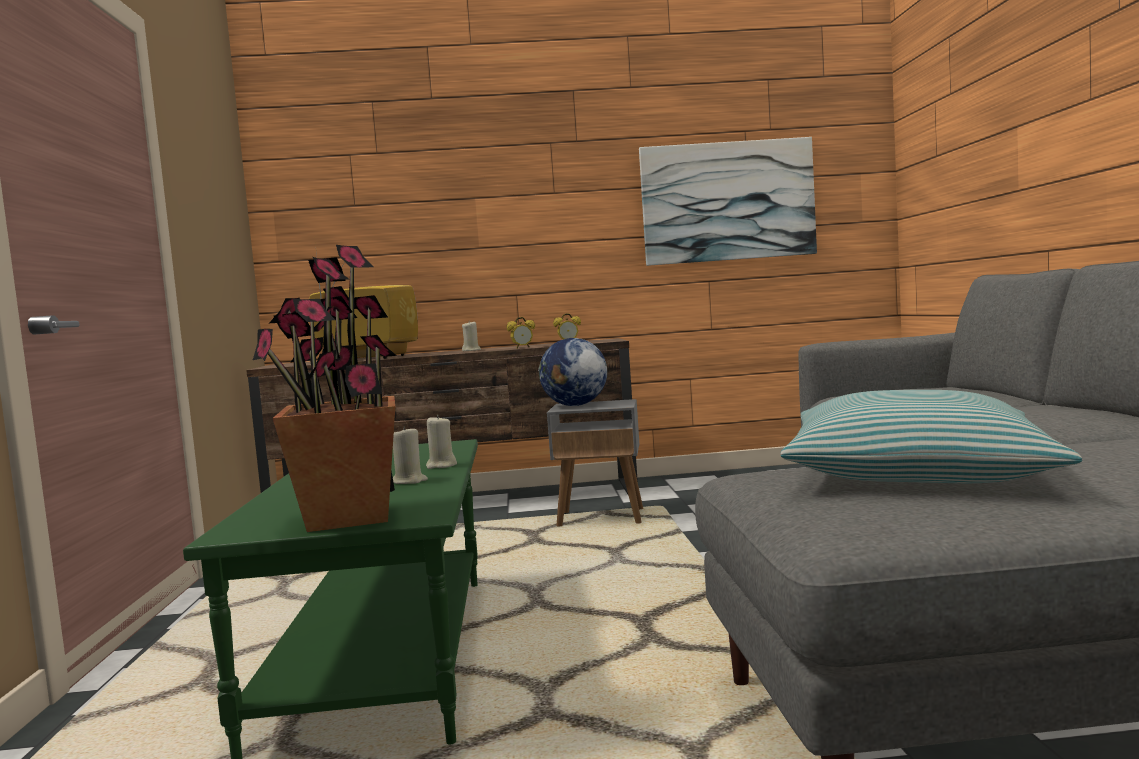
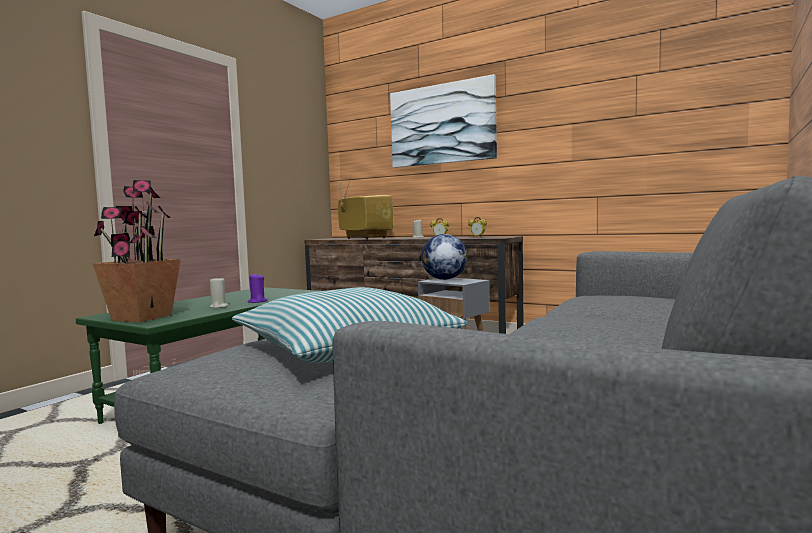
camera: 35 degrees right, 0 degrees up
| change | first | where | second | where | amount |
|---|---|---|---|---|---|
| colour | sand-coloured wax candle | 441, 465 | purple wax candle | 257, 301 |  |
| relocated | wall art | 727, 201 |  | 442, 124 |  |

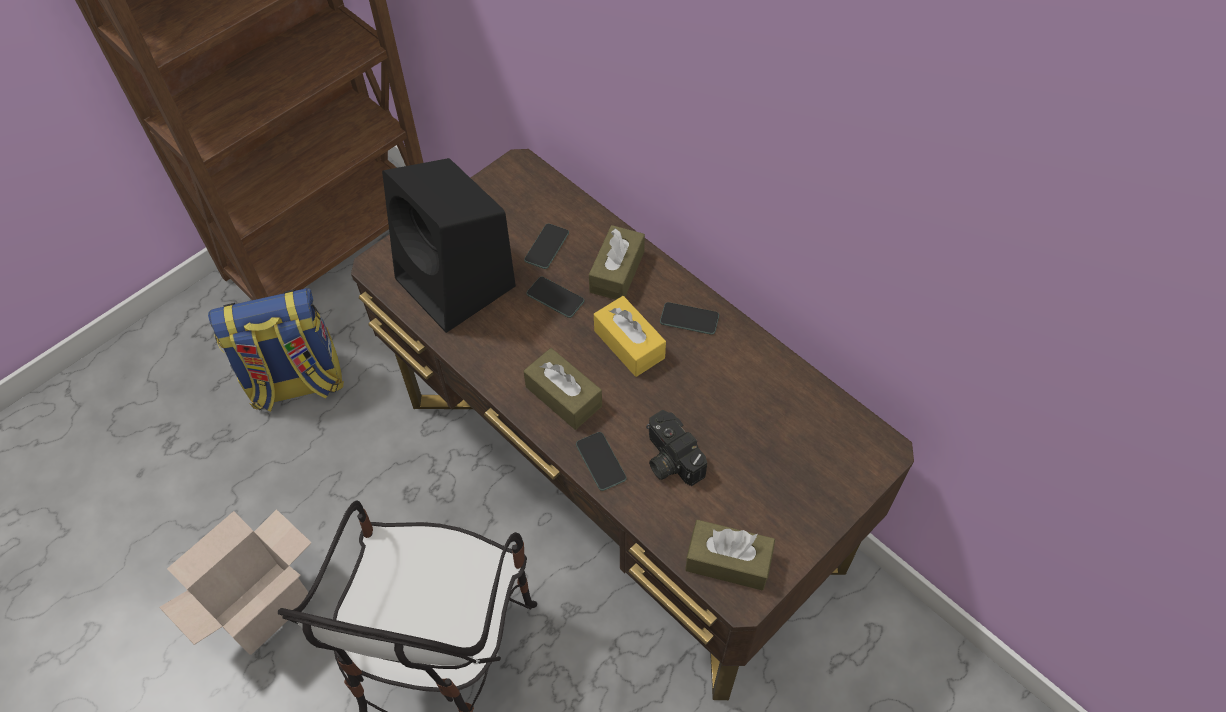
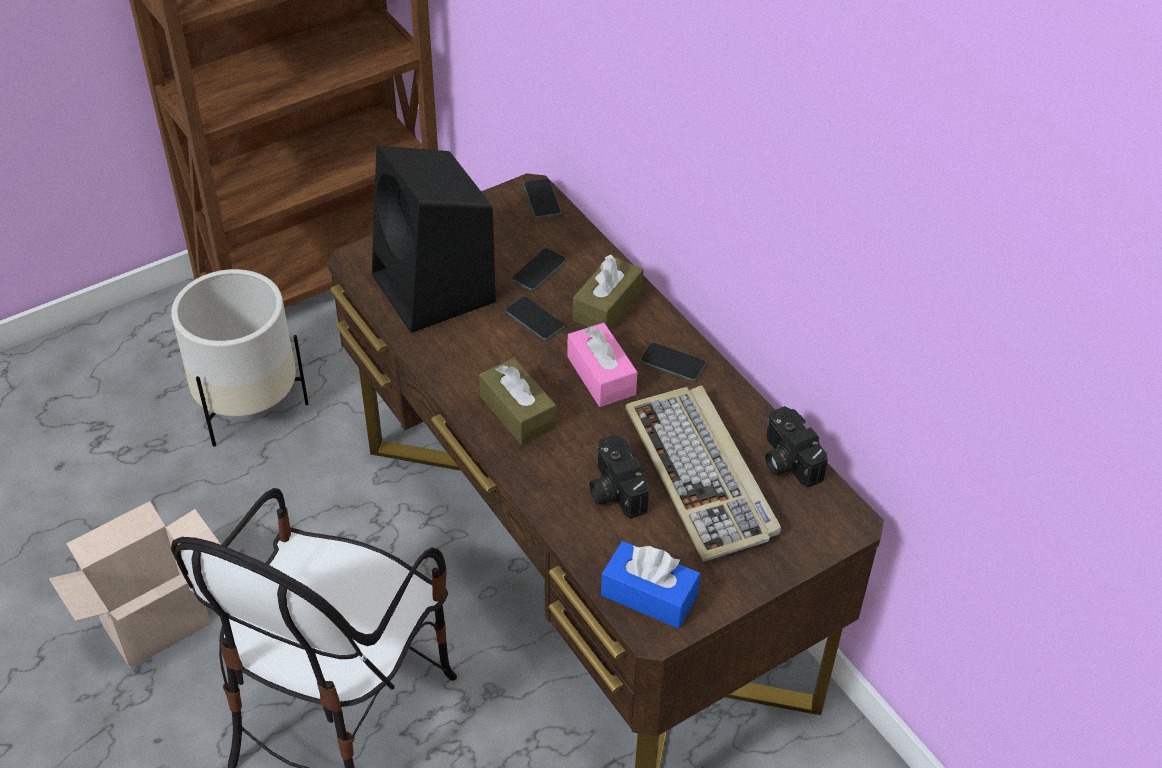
camera: 10 degrees right, 10 degrees down
| change | first | where | second | where | amount |
|---|---|---|---|---|---|
| exchanged | backpack | 296, 383 | whitish flower pot | 248, 406 |  |
| relocated | telephone | 600, 461 |  | 542, 199 |  |
| colour | yellow tissue box | 629, 344 | pinkish tissue box | 601, 375 |  |
| colour | brownish tissue box | 728, 561 | bluish tissue box | 649, 595 |  |
| appeared |  |  | computer keyboard | 702, 475 |  |
| appeared |  |  | still camera | 786, 460 |  |

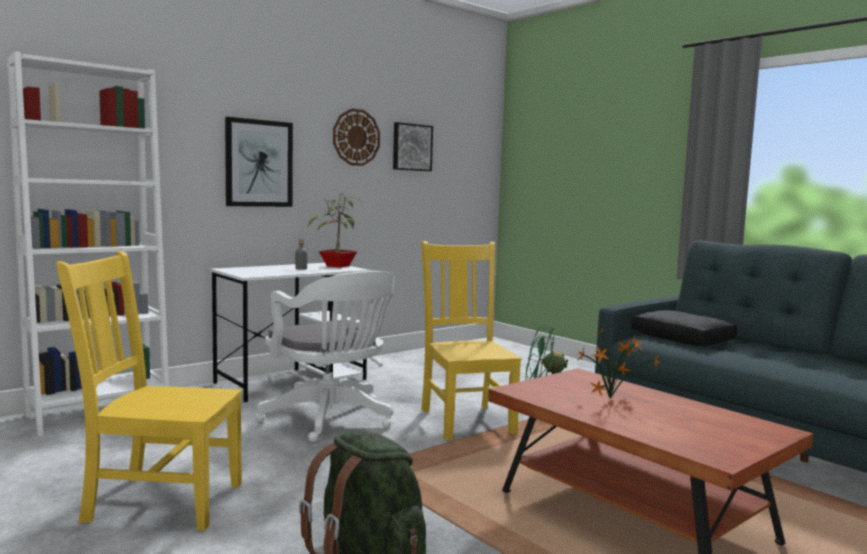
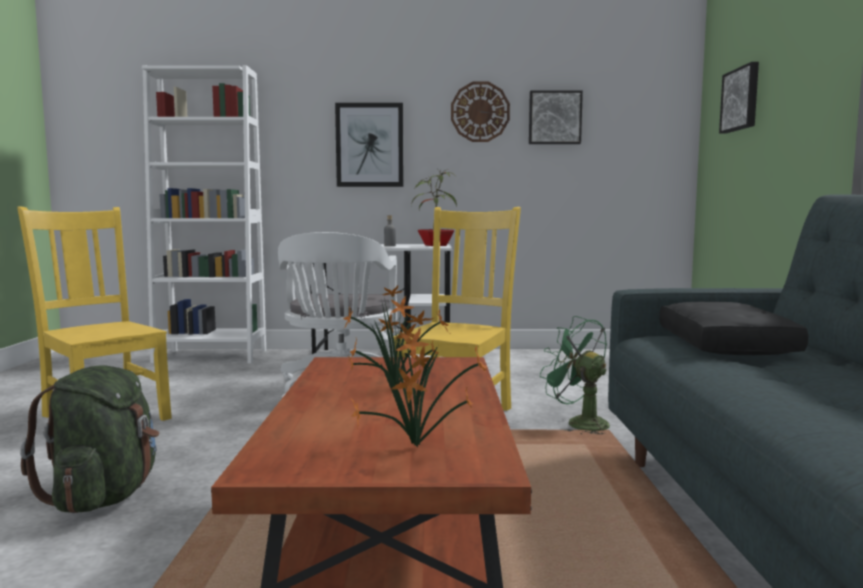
camera: 40 degrees right, 0 degrees up
| change | first | where | second | where | amount |
|---|---|---|---|---|---|
| appeared |  |  | potted plant | 420, 448 |  |
| appeared |  |  | wall art | 741, 99 |  |

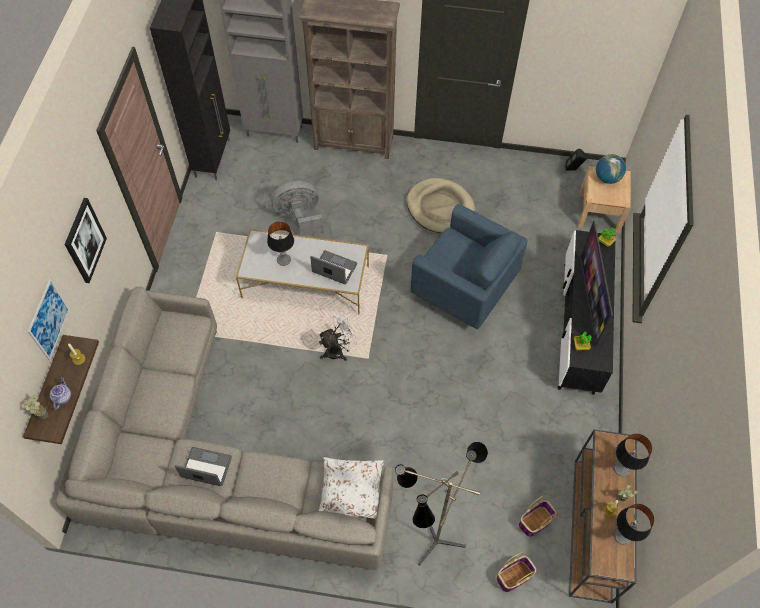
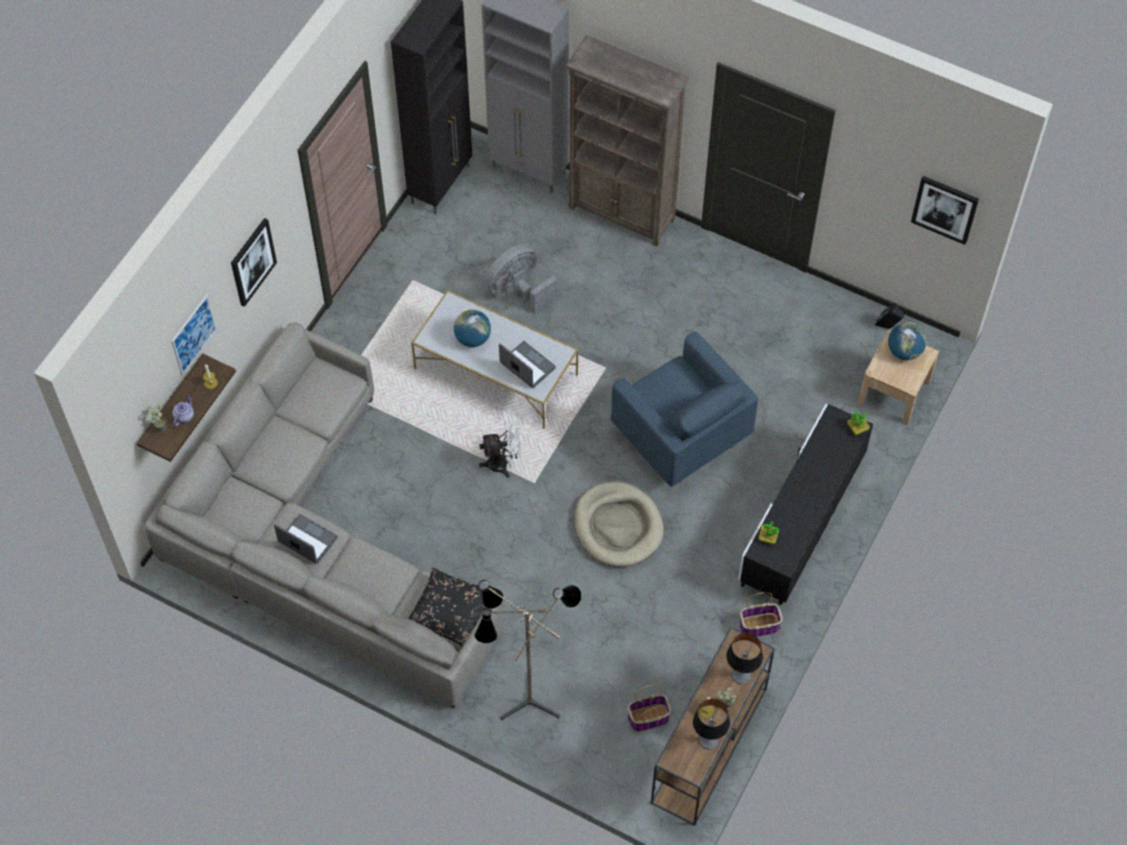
camera: 20 degrees right, 0 degrees up
| change | first | where | second | where | amount |
|---|---|---|---|---|---|
| colour | whitish cushion | 351, 491 | blackish cushion | 450, 612 |  |
| exchanged | lamp for a table | 283, 260 | desk globe | 473, 338 |  |
| spun | grey cooling fan | 299, 218 |  | 518, 291 | 45 degrees counterclockwise |
| relocated | sand-coloured pet bed | 440, 207 |  | 618, 526 |  |
| relocated | basket | 514, 576 |  | 759, 625 |  |
| appeared |  |  | wall art | 945, 209 |  |
| missing | television | 589, 301 |  |  |  |

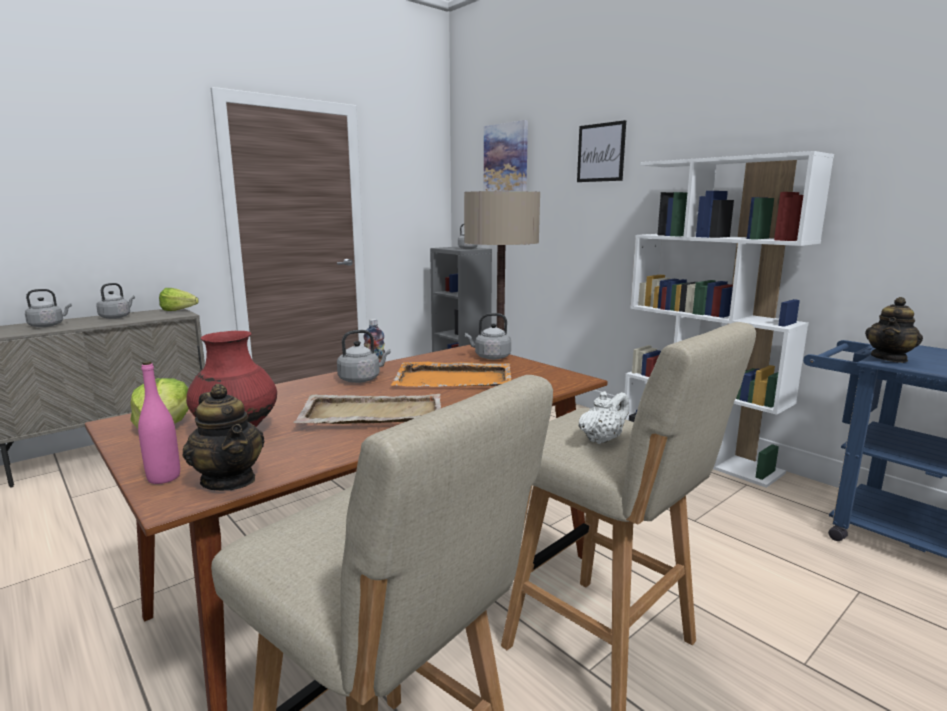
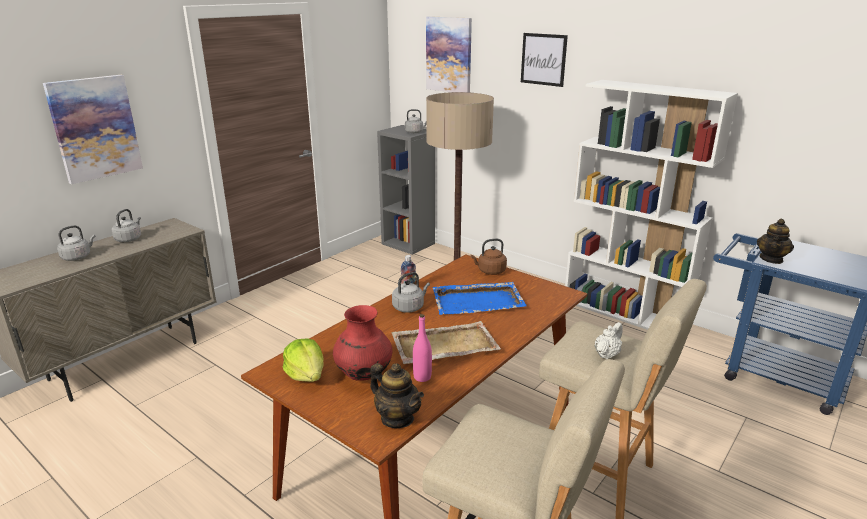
camera: 10 degrees left, 10 degrees up
| change | first | where | second | where | amount |
|---|---|---|---|---|---|
| appeared |  |  | wall art | 95, 128 |  |
| relocated | pinkish beverage bottle | 164, 477 |  | 422, 377 |  |
| colour | orangey tray | 454, 379 | bluish tray | 479, 301 |  |
| colour | grey water kettle | 490, 357 | brownish water kettle | 490, 271 |  |
| missing | head of lettuce | 181, 311 |  |  |  |

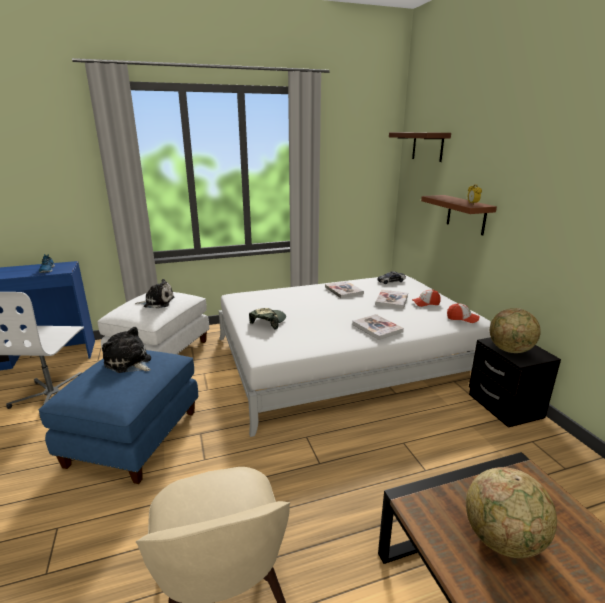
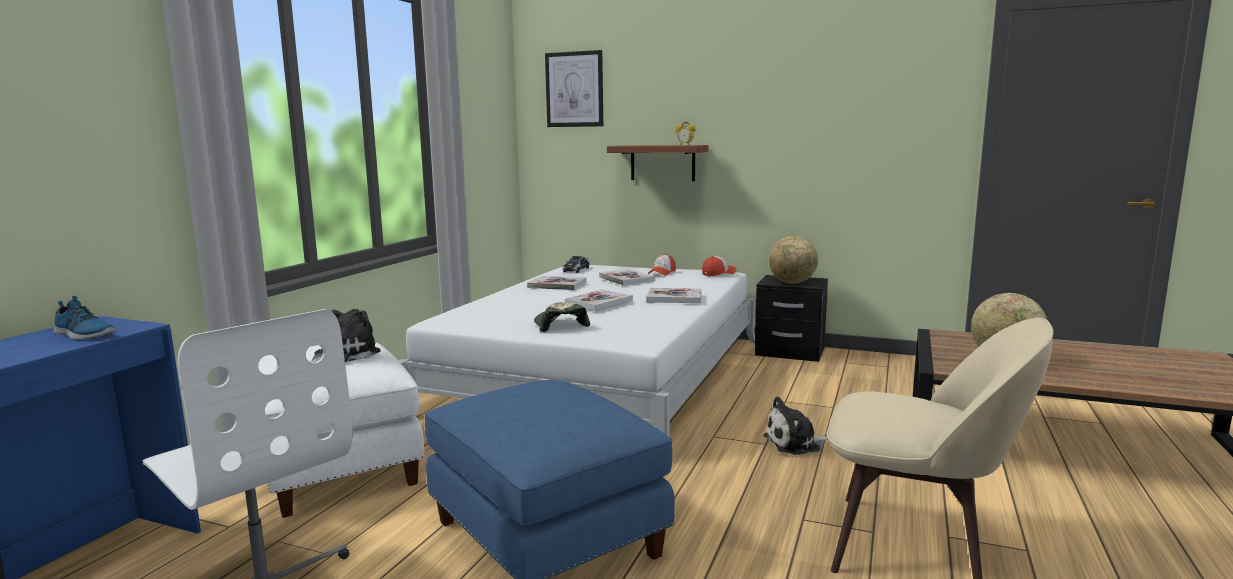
camera: 50 degrees left, 10 degrees down
| change | first | where | second | where | amount |
|---|---|---|---|---|---|
| exchanged | brownish bracket shelf | 427, 146 | wall art | 574, 89 |  |
| appeared |  |  | book | 599, 302 |  |
| relocated | plush toy | 129, 363 |  | 795, 443 |  |

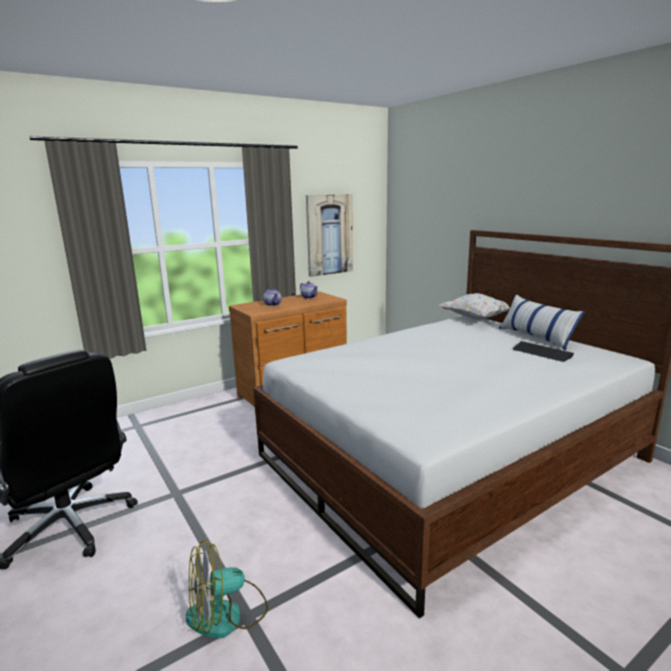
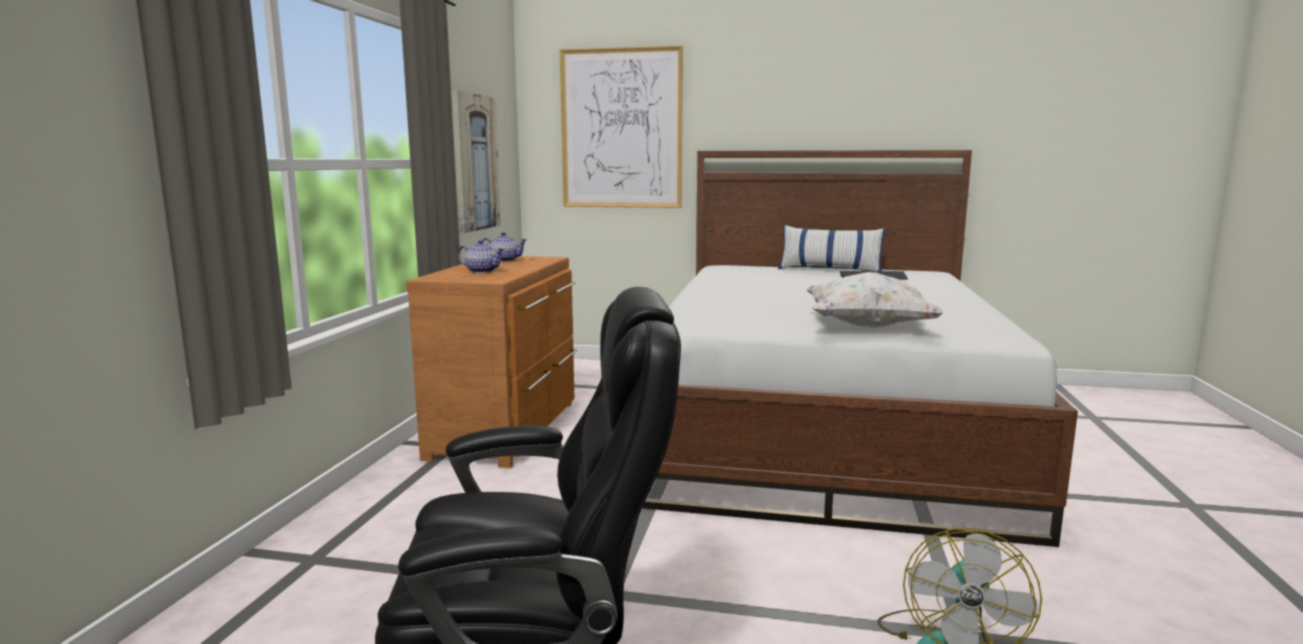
camera: 45 degrees left, 5 degrees down
| change | first | where | second | where | amount |
|---|---|---|---|---|---|
| appeared |  |  | wall art | 621, 129 |  |
| relocated | whitish cushion | 475, 318 |  | 867, 327 |  |

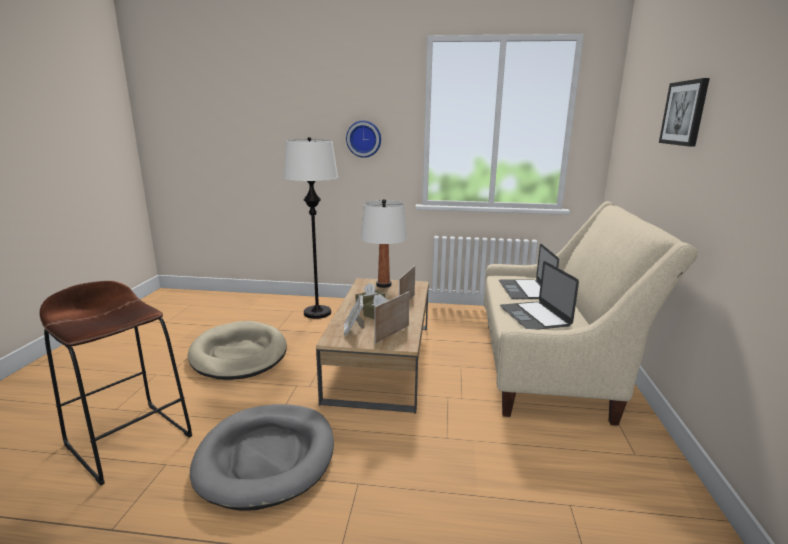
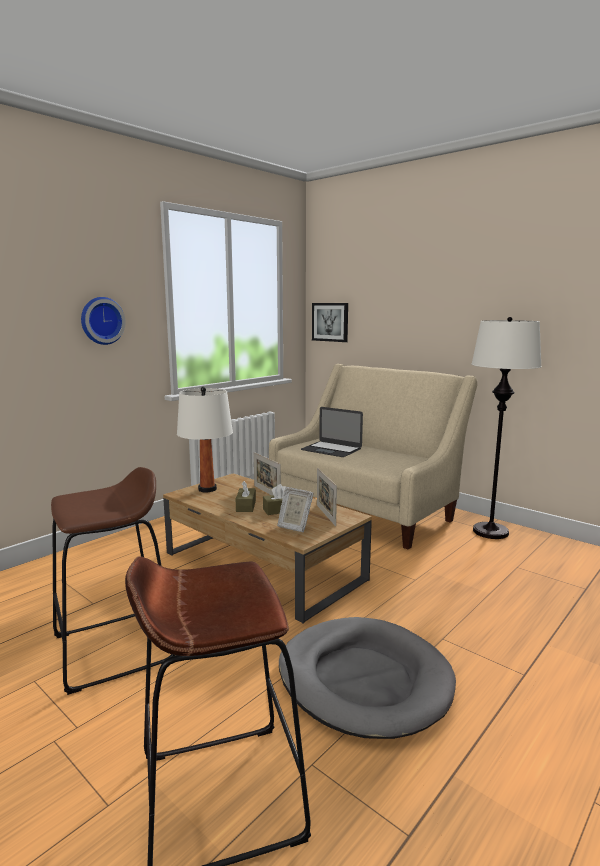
camera: 55 degrees left, 5 degrees down
| change | first | where | second | where | amount |
|---|---|---|---|---|---|
| exchanged | sand-coloured pet bed | 239, 354 | brownish stool seat | 114, 648 |  |
| relocated | wall art | 684, 113 |  | 330, 322 |  |
| relocated | whitish standard lamp | 317, 313 |  | 491, 532 |  |
| missing | notebook computer | 534, 316 |  |  |  |

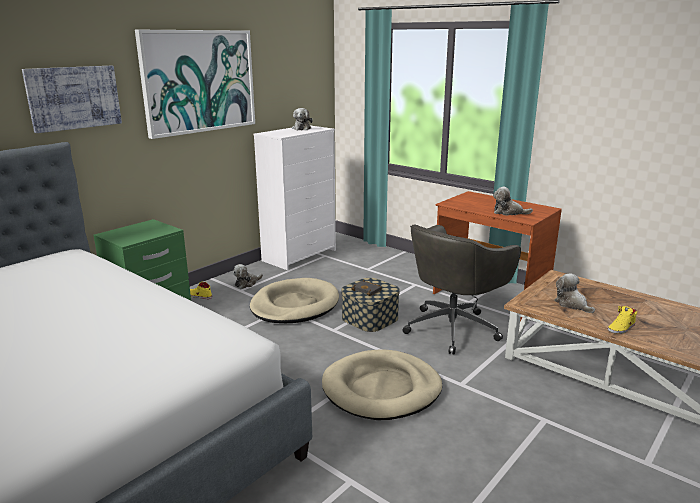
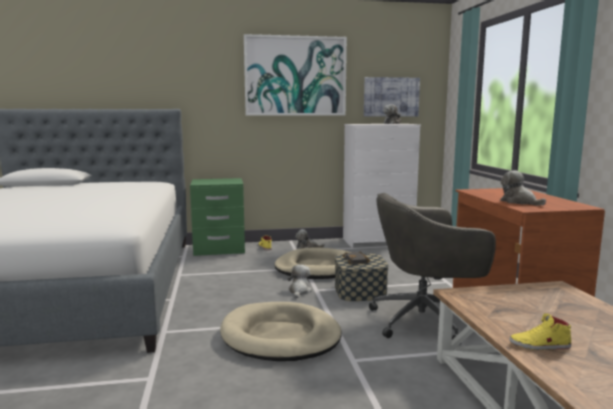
camera: 40 degrees right, 10 degrees down
| change | first | where | second | where | amount |
|---|---|---|---|---|---|
| relocated | plush toy | 572, 304 |  | 299, 291 |  |
| relocated | wall art | 74, 98 |  | 391, 97 |  |

